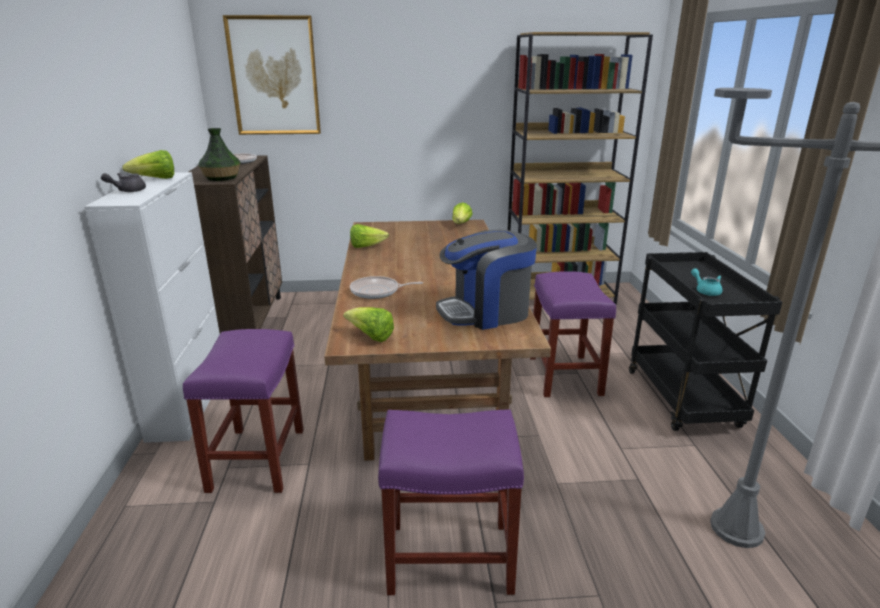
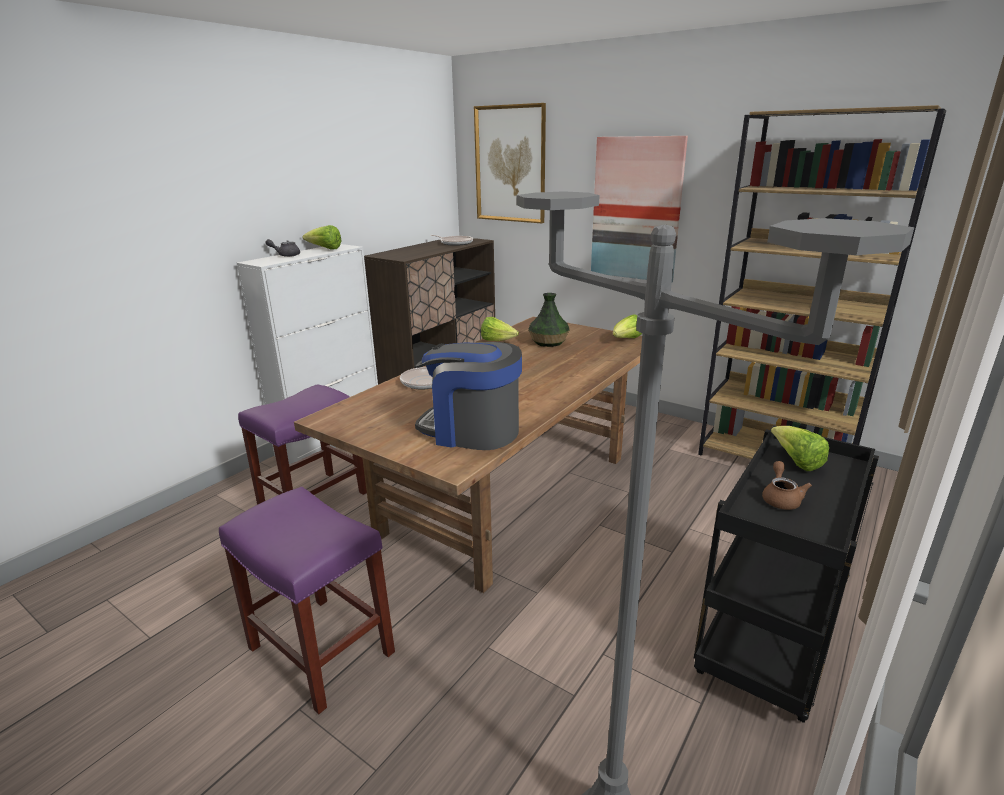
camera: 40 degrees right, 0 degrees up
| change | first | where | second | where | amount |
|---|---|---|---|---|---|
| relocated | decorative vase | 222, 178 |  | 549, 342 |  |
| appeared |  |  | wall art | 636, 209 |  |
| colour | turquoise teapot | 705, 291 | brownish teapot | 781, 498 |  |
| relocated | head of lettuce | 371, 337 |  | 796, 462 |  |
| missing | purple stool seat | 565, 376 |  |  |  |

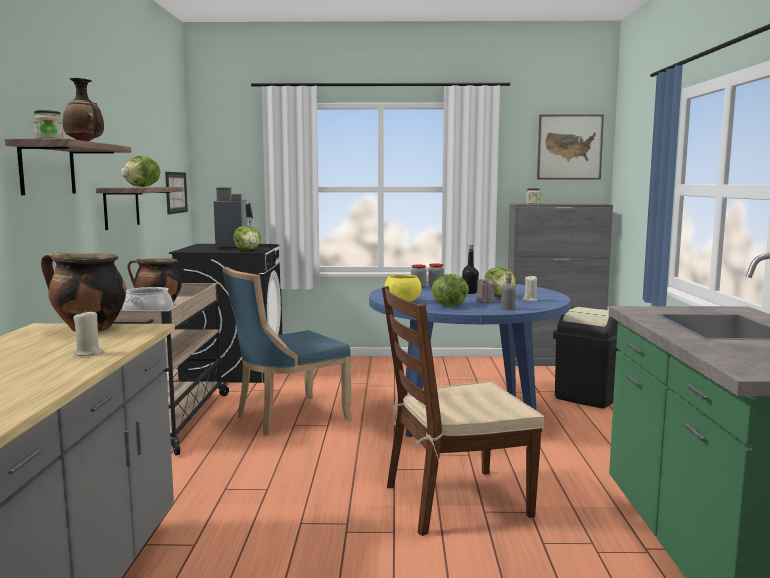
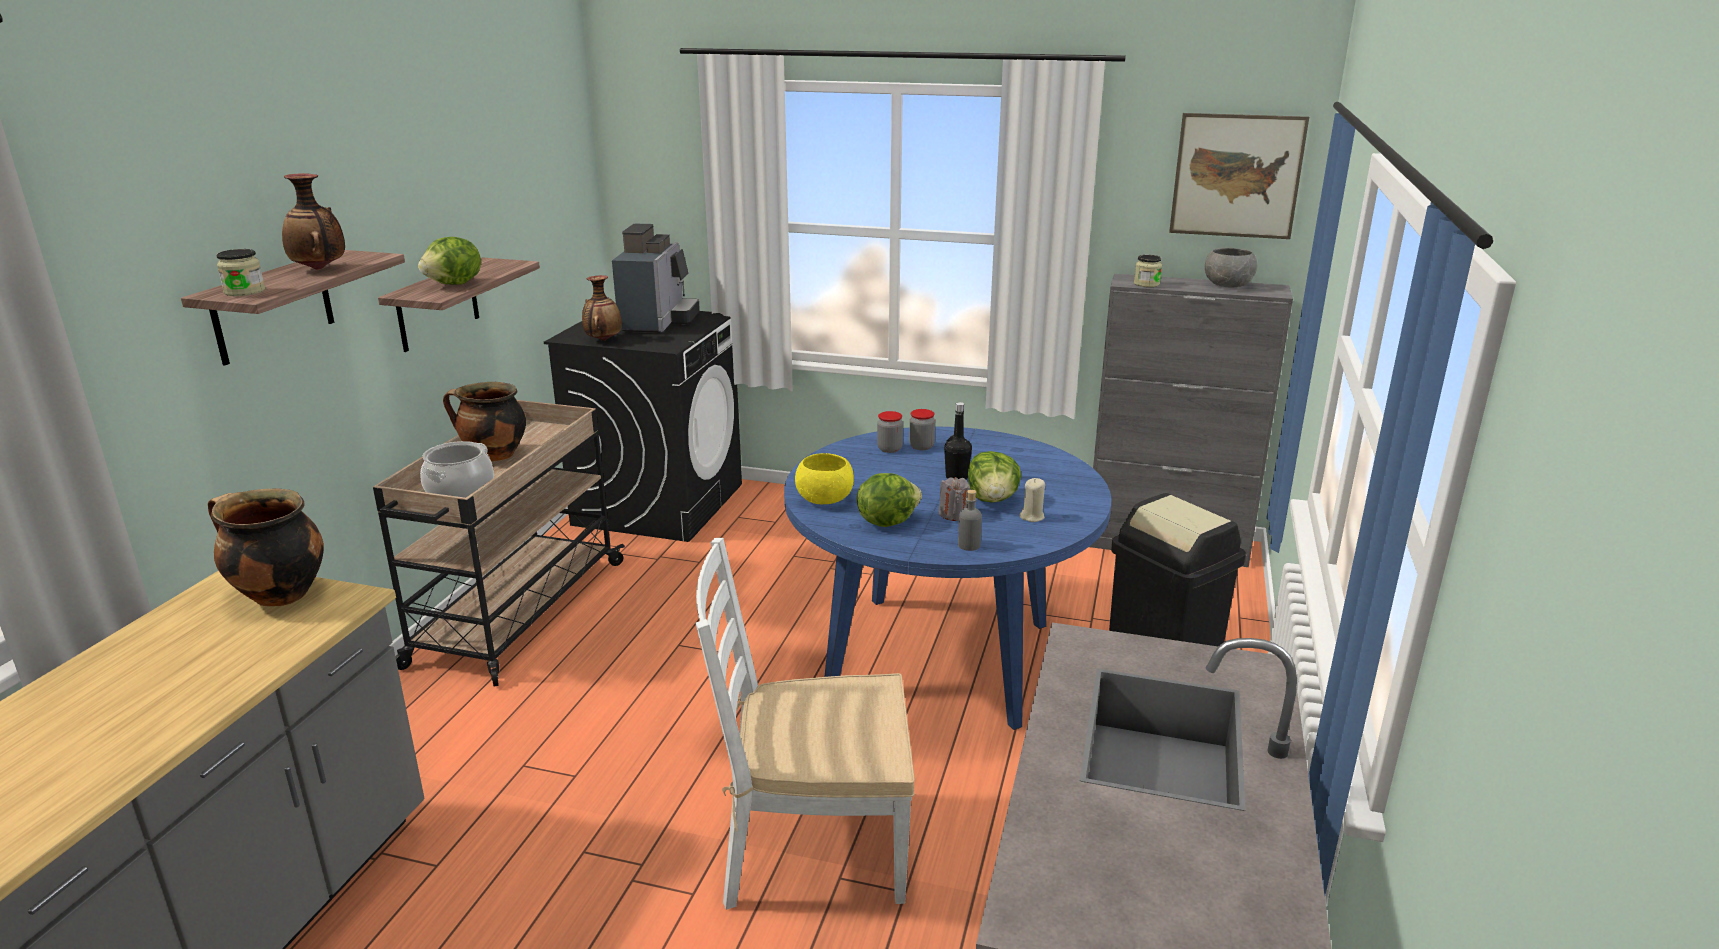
camera: 15 degrees right, 15 degrees up
| change | first | where | second | where | amount |
|---|---|---|---|---|---|
| appeared |  |  | decorative vase | 603, 340 |  |
| colour | brownish chair | 455, 501 | whitish chair | 812, 848 |  |
| appeared |  |  | grey bowl | 1228, 285 |  |
| missing | sand-coloured wax candle | 89, 353 |  |  |  |
| missing | wall art | 175, 192 |  |  |  |
| missing | bluish chair | 287, 417 |  |  |  |
| missing | head of lettuce | 248, 250 |  |  |  |

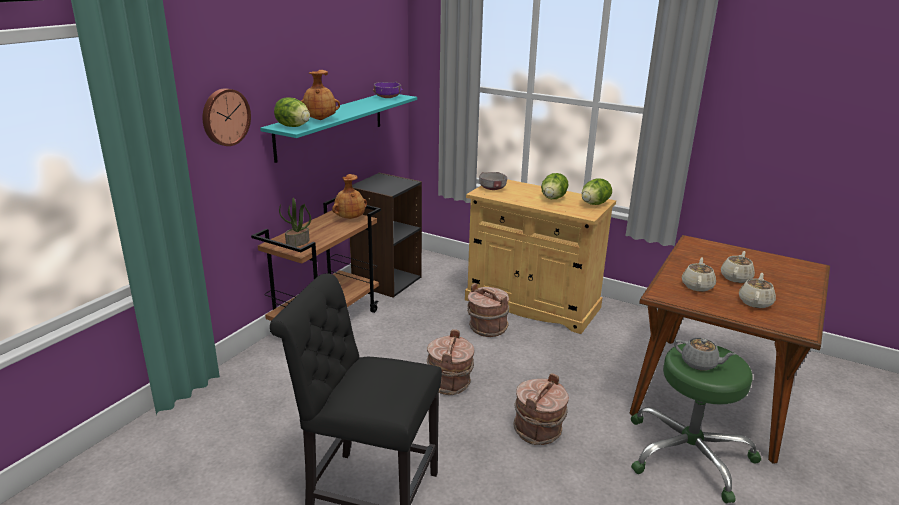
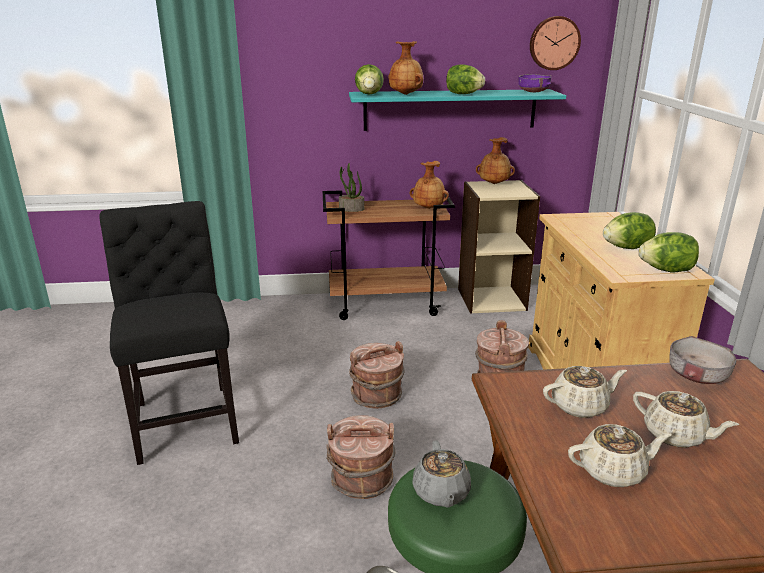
camera: 55 degrees right, 0 degrees up
| change | first | where | second | where | amount |
|---|---|---|---|---|---|
| appeared |  |  | head of lettuce | 463, 94 |  |
| colour | blackish bookshelf | 386, 280 | sand-coloured bookshelf | 491, 299 |  |
| appeared |  |  | brownish decorative vase | 494, 183 |  |
| relocated | wall clock | 224, 117 |  | 554, 43 |  |
| spun | sand-coloured teapot | 736, 277 |  | 675, 435 | 45 degrees clockwise |
| relocated | grey bowl | 492, 188 |  | 696, 376 |  |

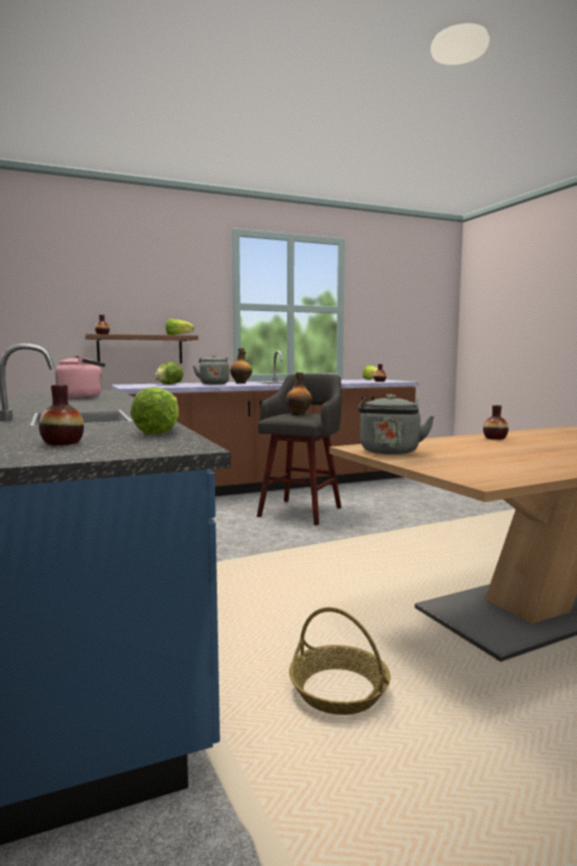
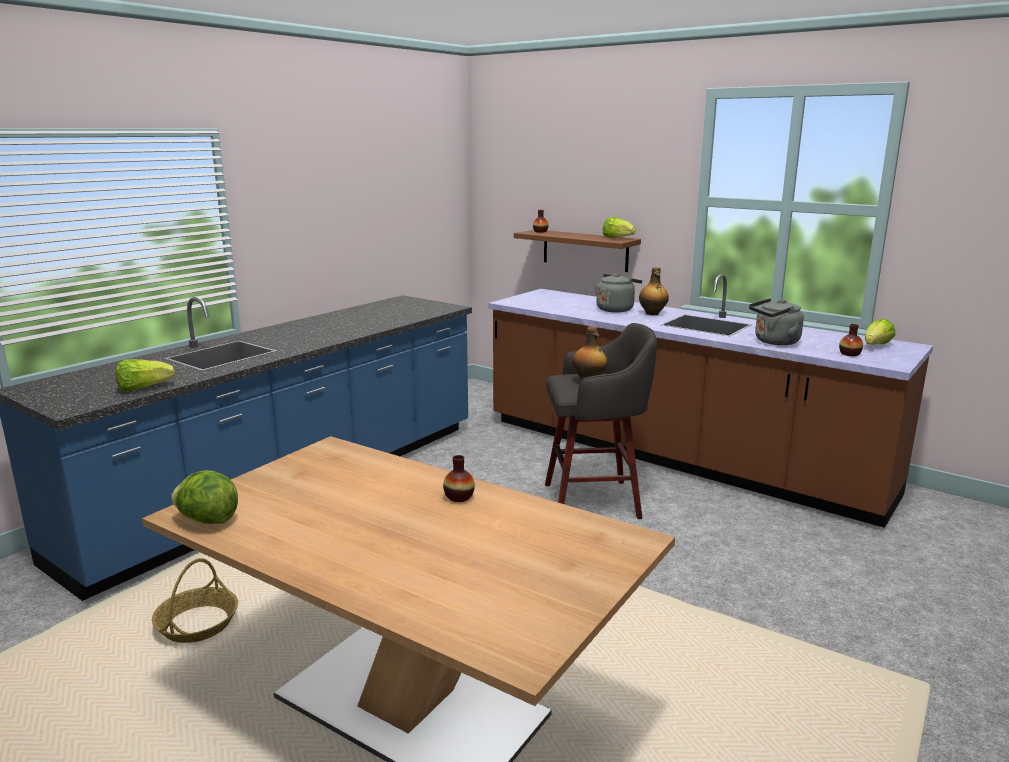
camera: 60 degrees right, 10 degrees up
| change | first | where | second | where | amount |
|---|---|---|---|---|---|
| relocated | head of lettuce | 169, 384 |  | 207, 520 |  |
| relocated | grey water kettle | 390, 452 |  | 774, 342 |  |
| missing | decorative vase | 62, 443 |  |  |  |
| missing | pinkish water kettle | 83, 397 |  |  |  |

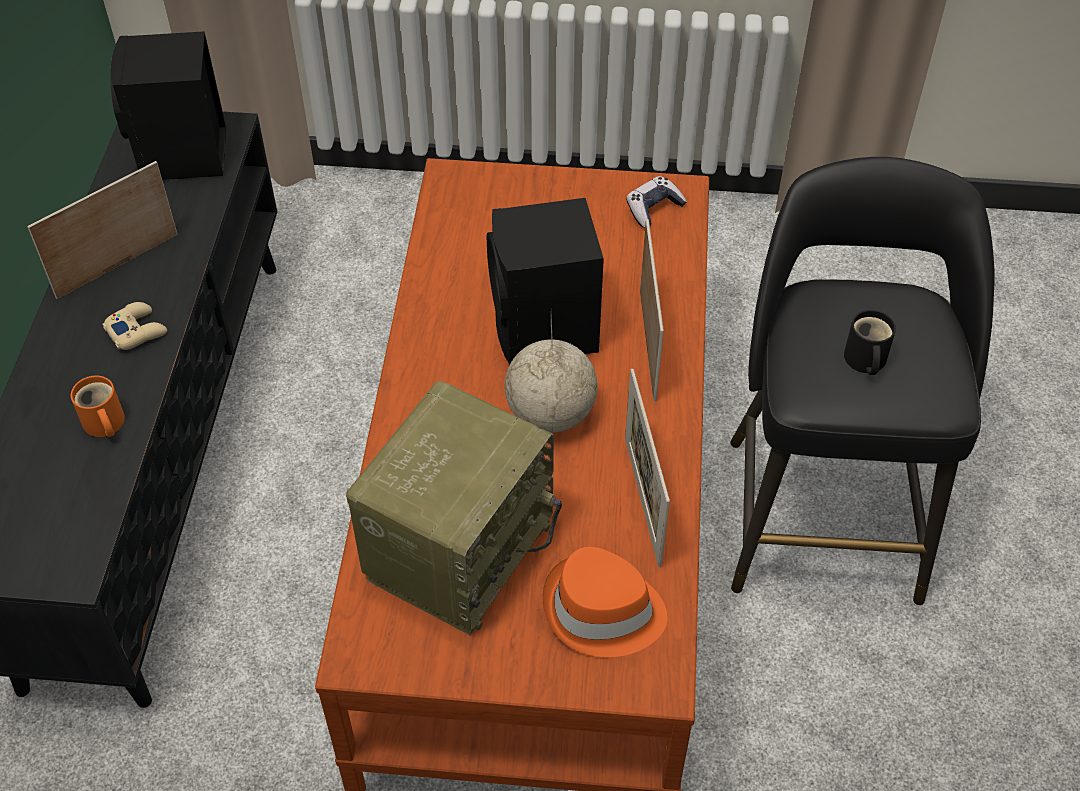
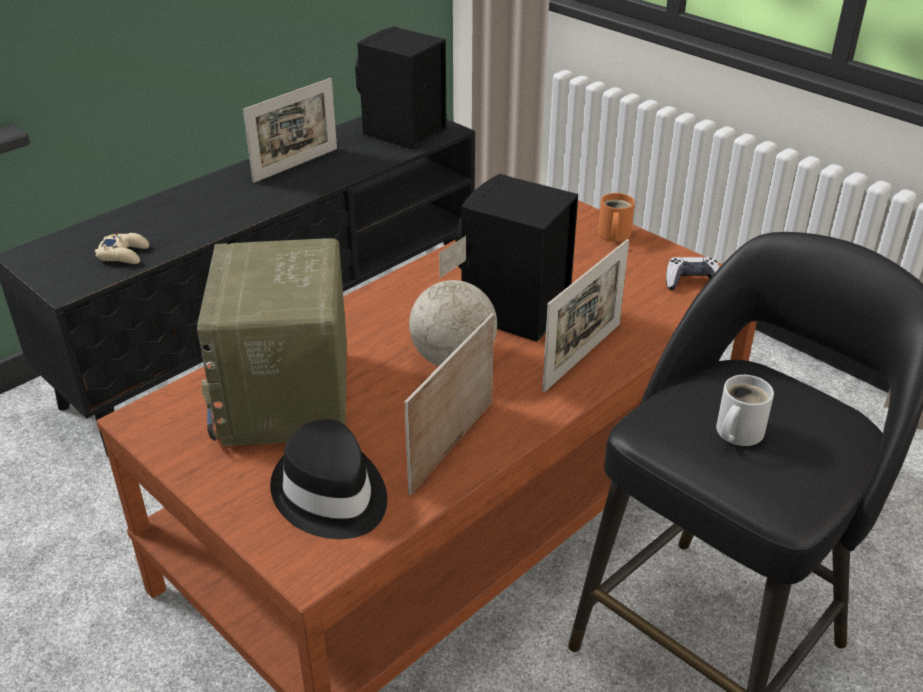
camera: 40 degrees right, 15 degrees down
| change | first | where | second | where | amount |
|---|---|---|---|---|---|
| relocated | sand-coloured joypad | 136, 331 |  | 124, 254 |  |
| spun | radio receiver | 459, 546 |  | 288, 398 | 105 degrees clockwise |
| spun | picture frame | 118, 265 |  | 296, 165 | 135 degrees clockwise |
| colour | orangey hat | 603, 611 | blackish hat | 330, 495 |  |
| relocated | orangey coffee mug | 103, 424 |  | 612, 235 |  |
| colour | blackish coffee mug | 864, 360 | whitish coffee mug | 736, 432 |  |

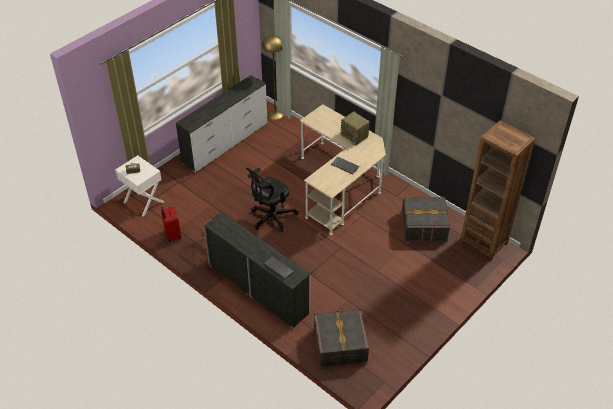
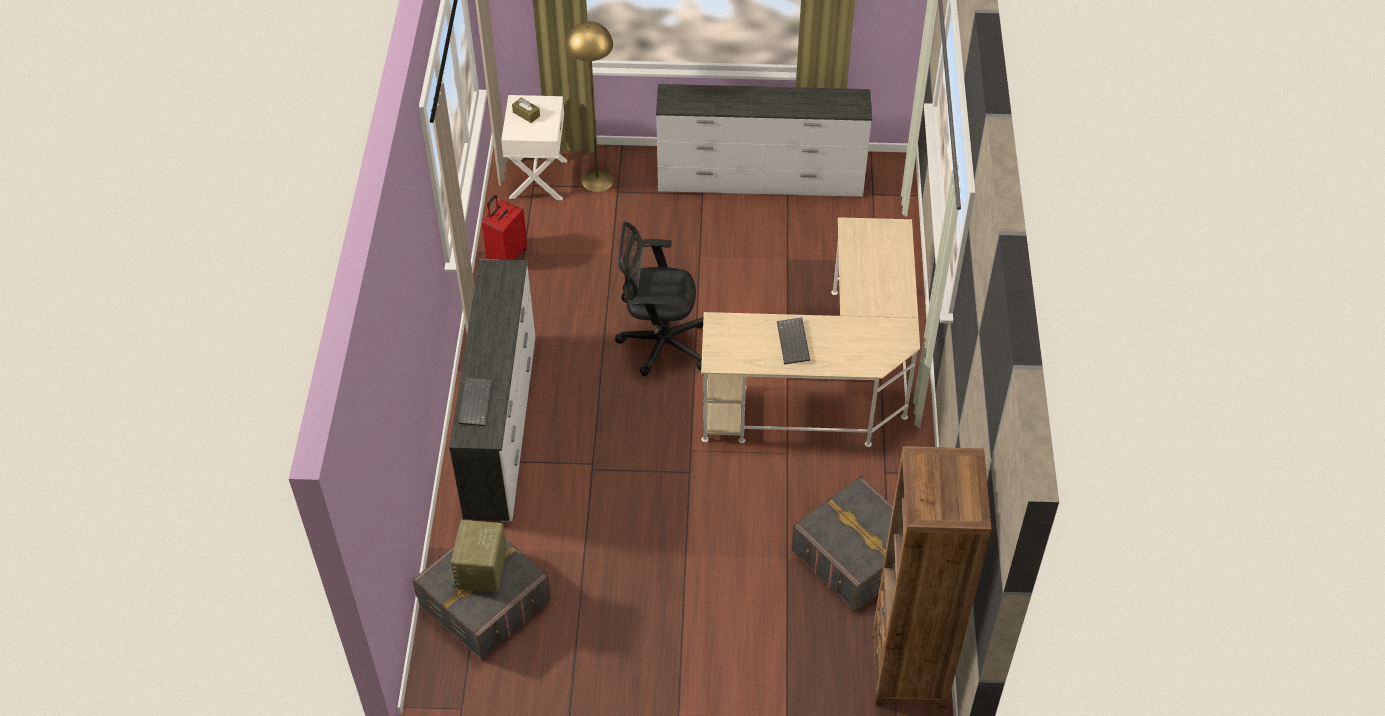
camera: 50 degrees right, 5 degrees up
| change | first | where | second | where | amount |
|---|---|---|---|---|---|
| relocated | radio receiver | 355, 136 |  | 482, 570 |  |
| relocated | yellow standard lamp | 275, 114 |  | 598, 180 |  |

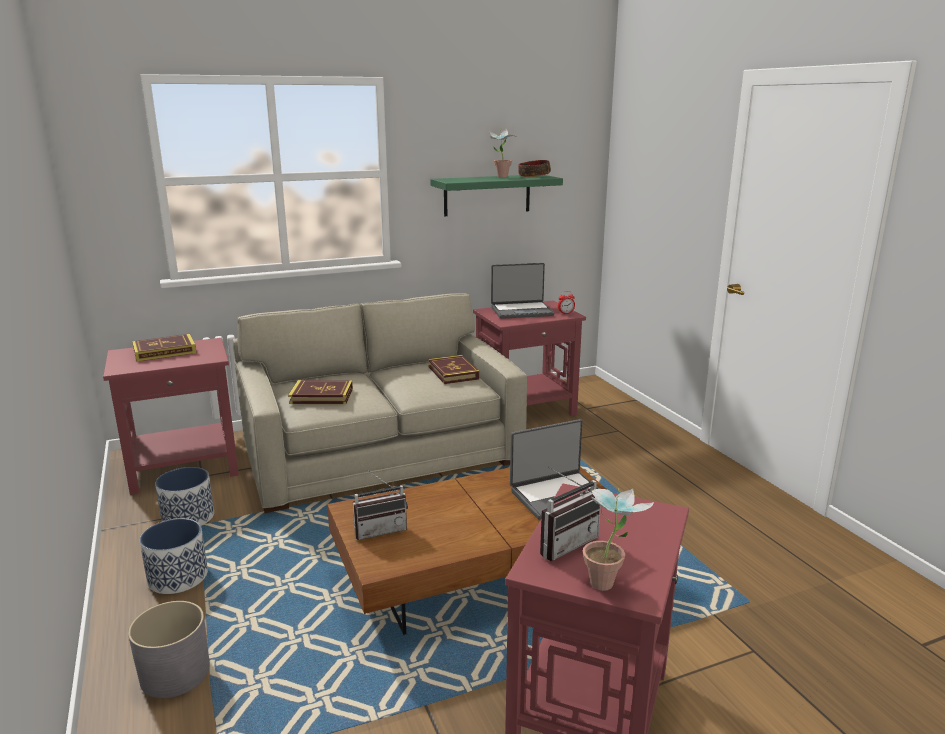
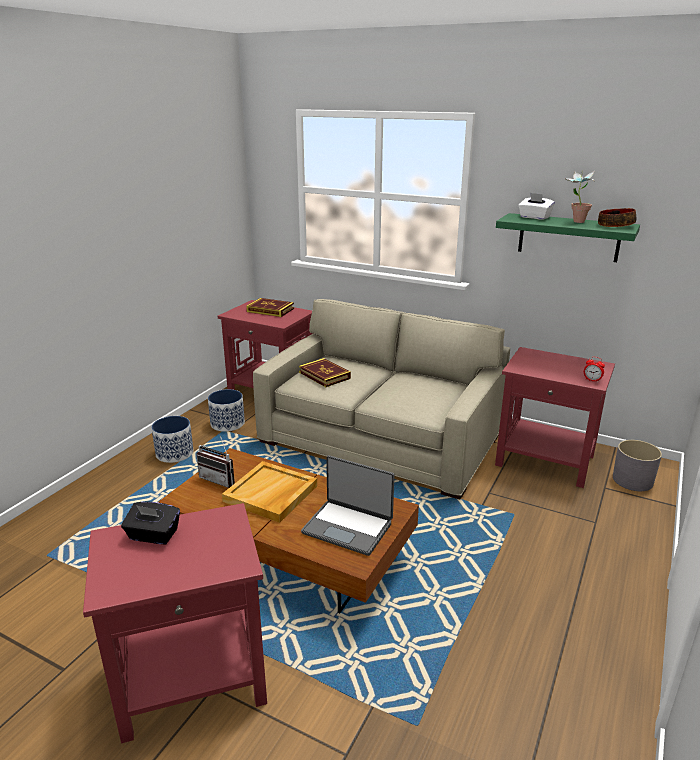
camera: 50 degrees right, 5 degrees up
| change | first | where | second | where | amount |
|---|---|---|---|---|---|
| exchanged | radio receiver | 564, 543 | blackish tissue box | 153, 535 |  |
| appeared |  |  | sand-coloured tray | 271, 494 |  |
| appeared |  |  | whitish tissue box | 534, 217 |  |
| relocated | grey flower pot | 175, 673 |  | 633, 480 |  |
| missing | book | 453, 373 |  |  |  |
| missing | notebook computer | 521, 311 |  |  |  |
| missing | potted plant | 609, 581 |  |  |  |

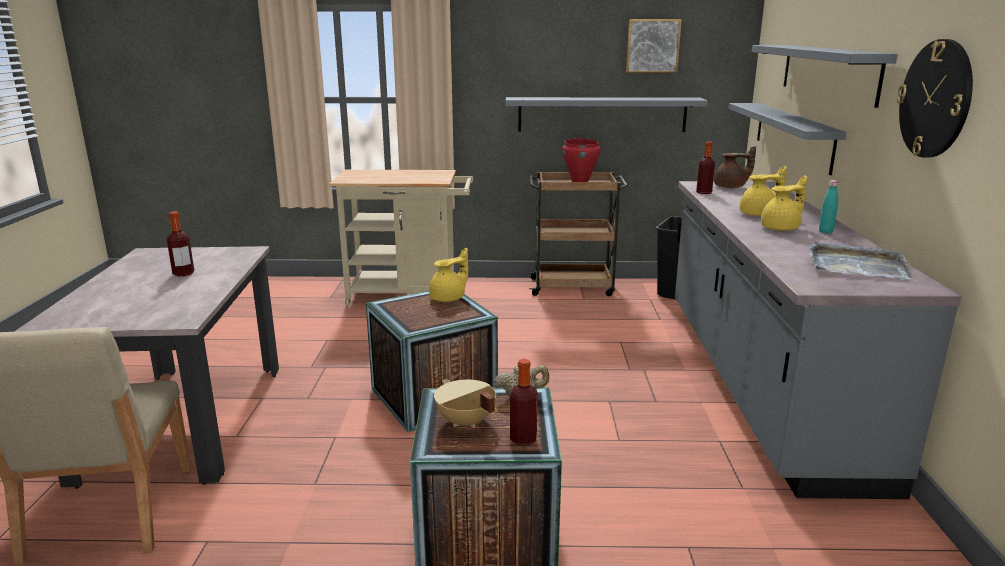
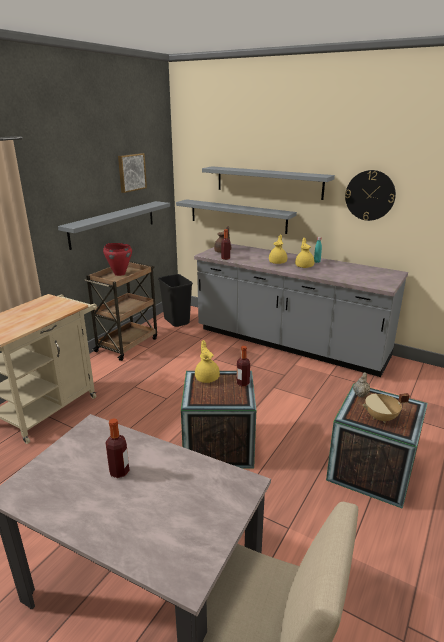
camera: 60 degrees left, 5 degrees up
| change | first | where | second | where | amount |
|---|---|---|---|---|---|
| relocated | beverage bottle | 523, 439 |  | 243, 383 |  |
| missing | grey tray | 855, 265 |  |  |  |

